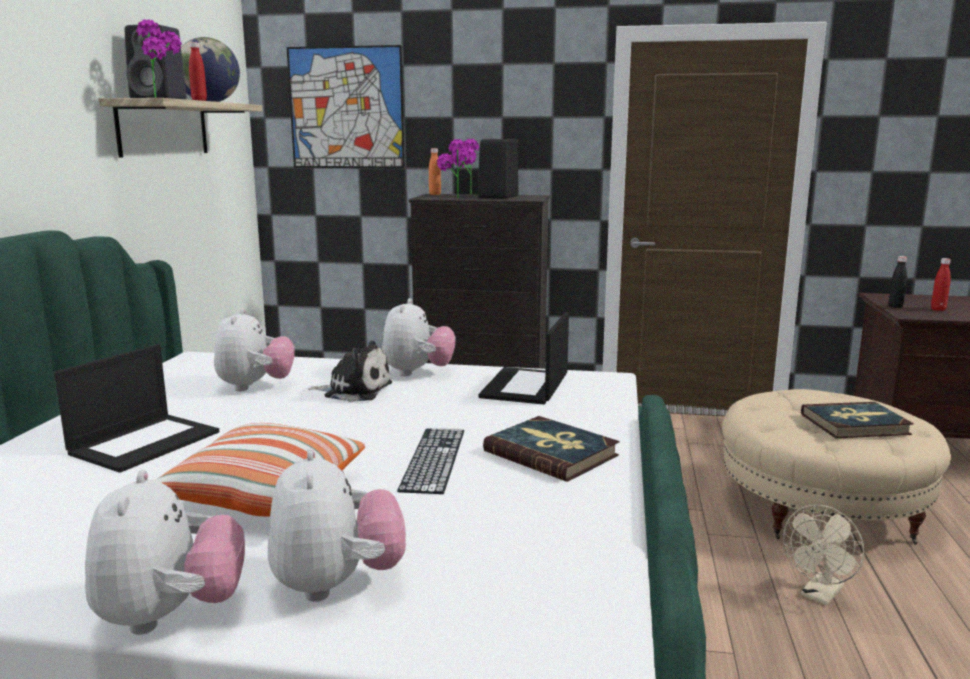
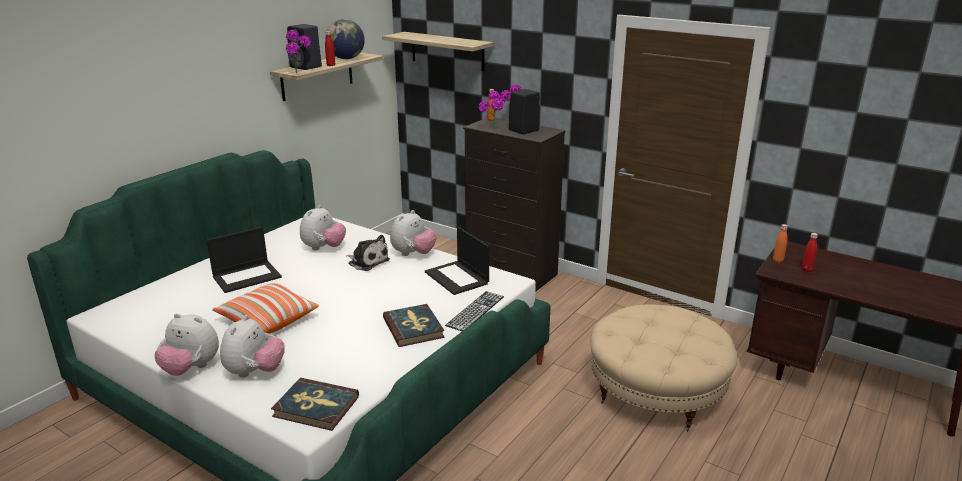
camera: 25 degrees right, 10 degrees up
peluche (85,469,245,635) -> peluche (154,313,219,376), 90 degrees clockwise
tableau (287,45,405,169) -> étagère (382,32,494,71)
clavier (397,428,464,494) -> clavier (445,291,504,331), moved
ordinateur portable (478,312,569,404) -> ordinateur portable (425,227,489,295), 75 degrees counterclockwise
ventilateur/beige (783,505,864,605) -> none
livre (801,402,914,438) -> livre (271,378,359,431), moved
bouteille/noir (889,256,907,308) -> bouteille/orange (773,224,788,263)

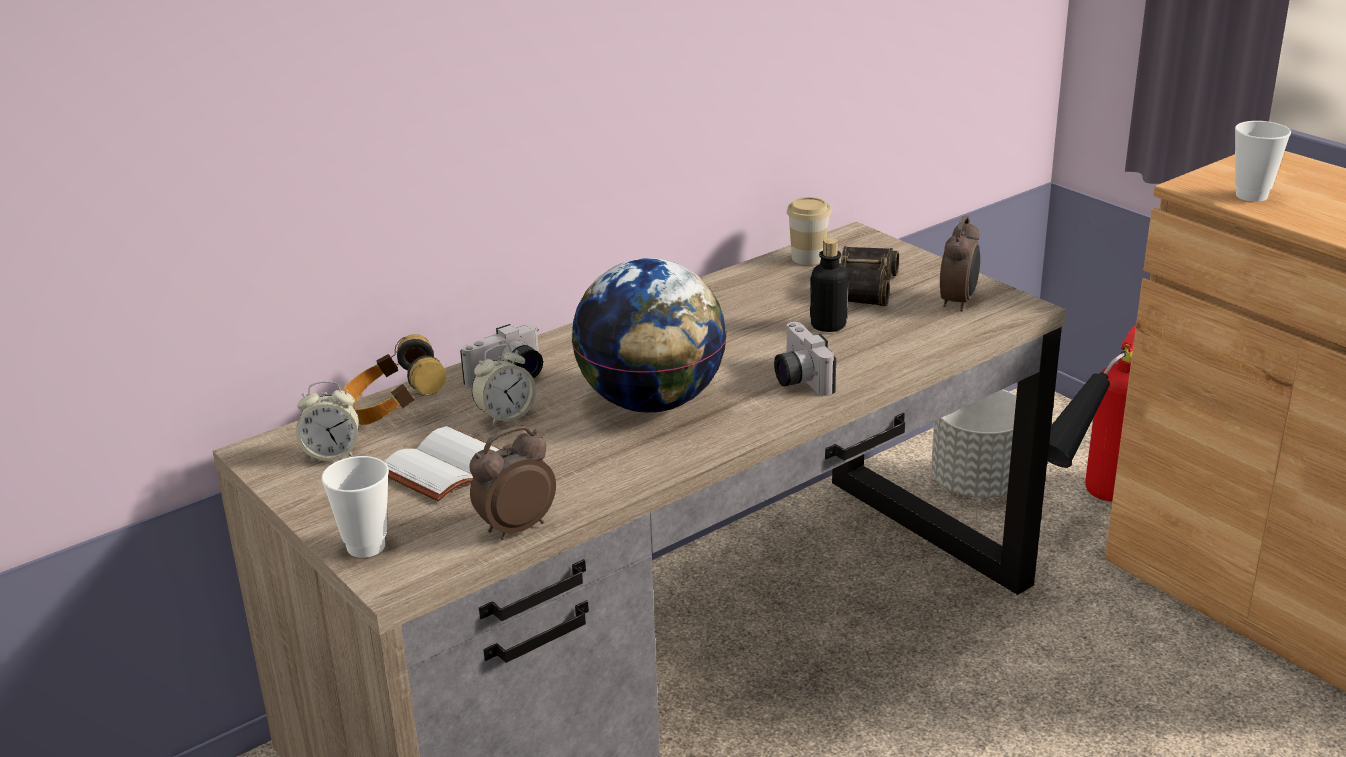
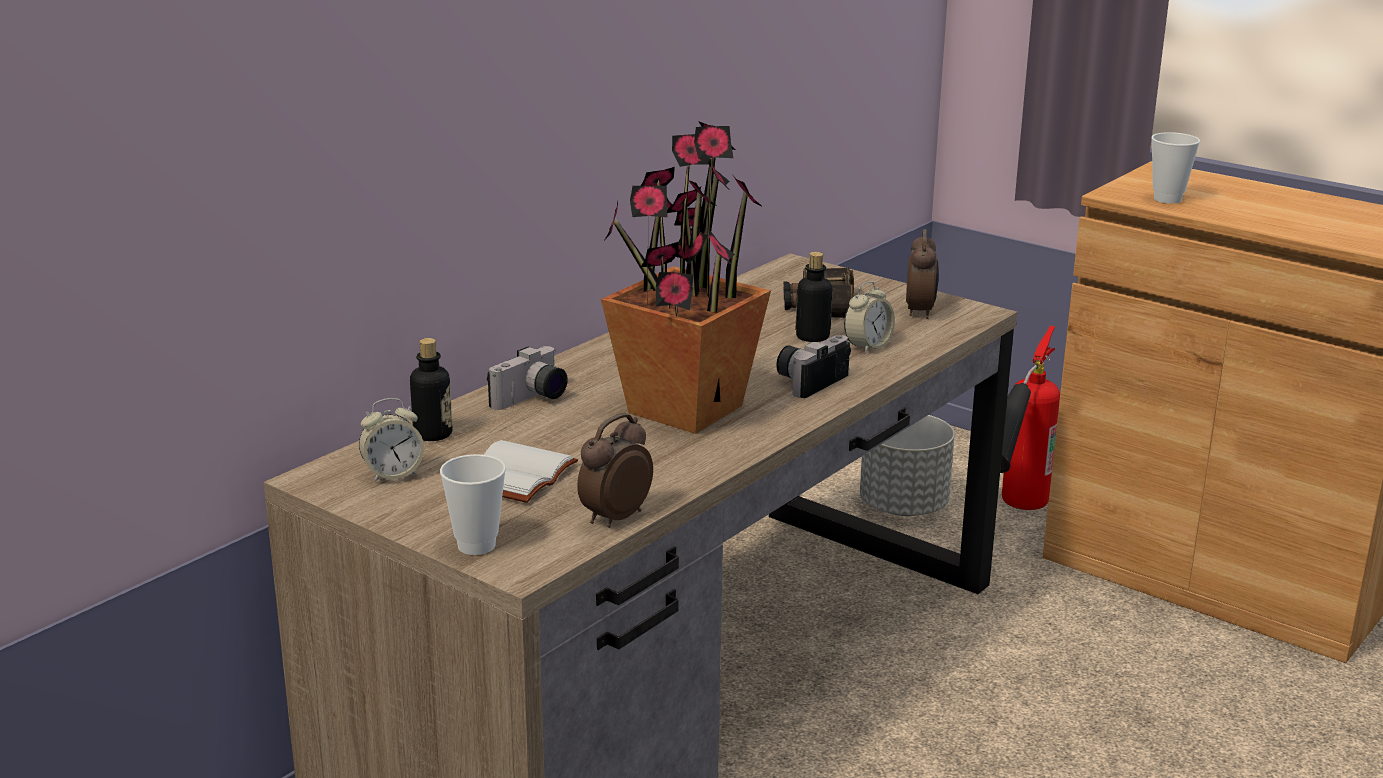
camera: 15 degrees left, 5 degrees down
casque audio (342,334,446,425) -> bouteille (410,338,452,441)
réveil (471,344,536,426) -> réveil (844,281,895,354), moved
globe (571,258,727,413) -> plante en pot (601,121,771,434)
appareil photo (774,322,836,396) -> appareil photo (776,335,851,398), 75 degrees clockwise
tasse (787,197,831,265) -> none

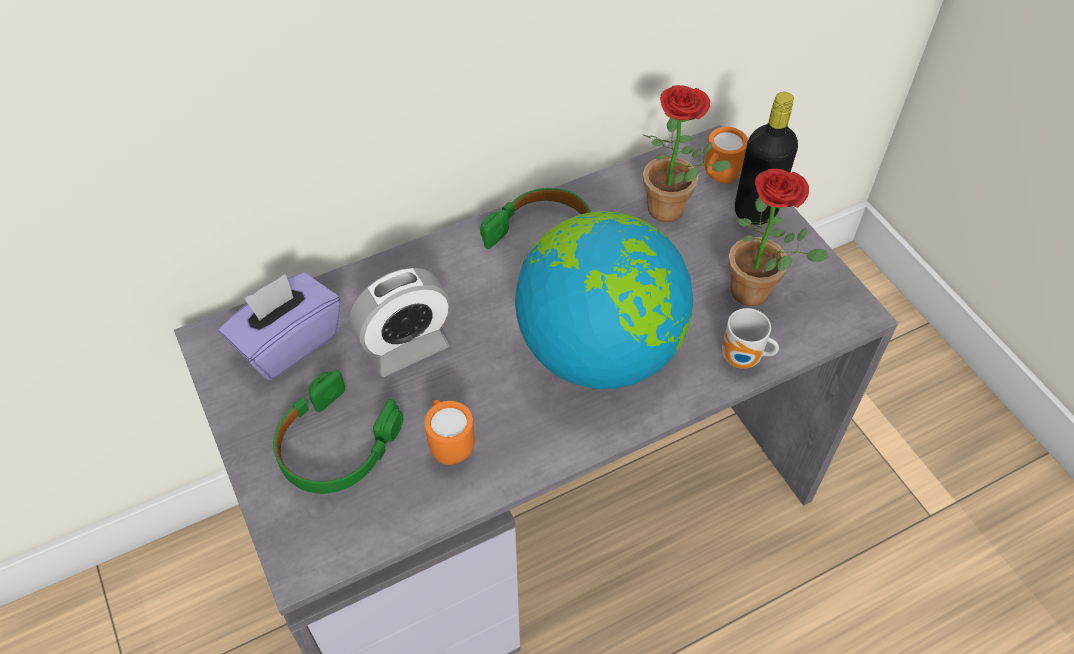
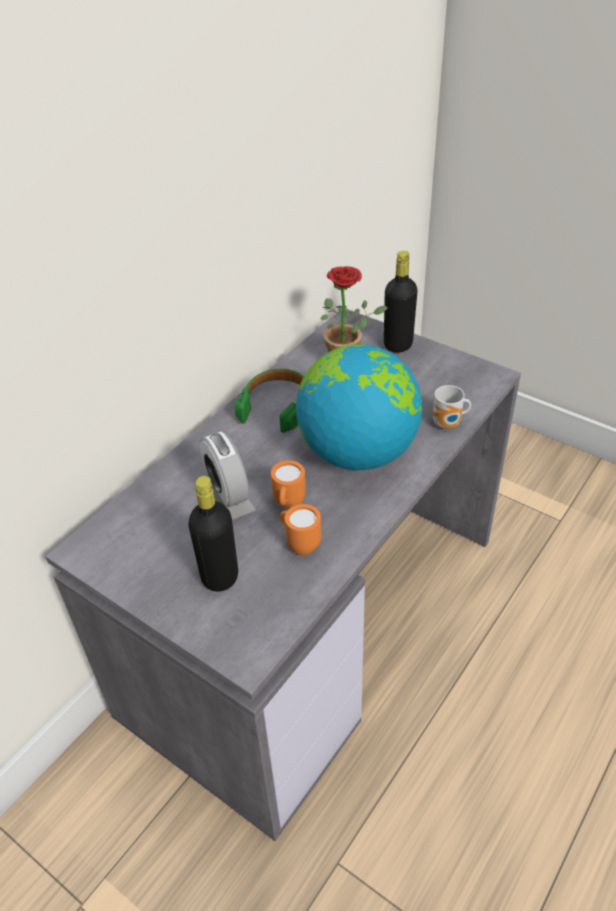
camera: 25 degrees left, 10 degrees down
boîte à mouchoirs/violet (218,272,341,380) -> none
casque audio/vert (273,370,403,494) -> bouteille/noir (188,476,238,592)
réveil (350,268,450,377) -> réveil (200,431,256,520), 120 degrees clockwise
mug/orange (705,127,748,184) -> mug/orange (271,460,306,508), moved
plante en pot (728,169,829,306) -> none

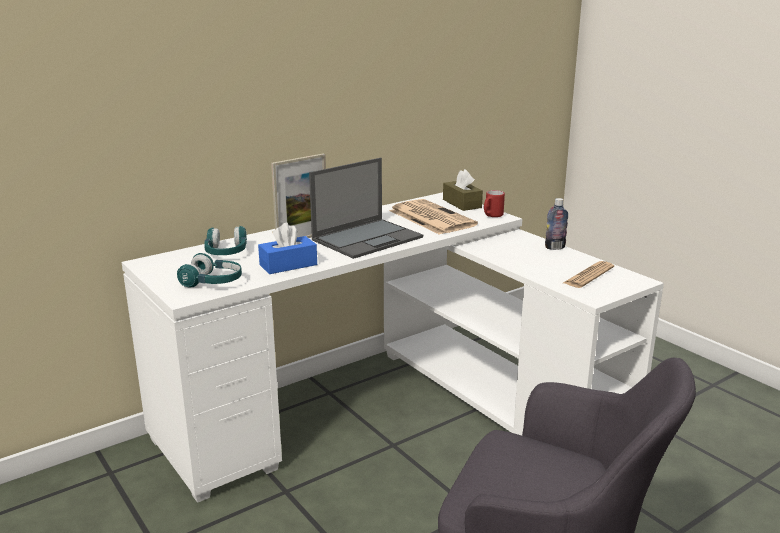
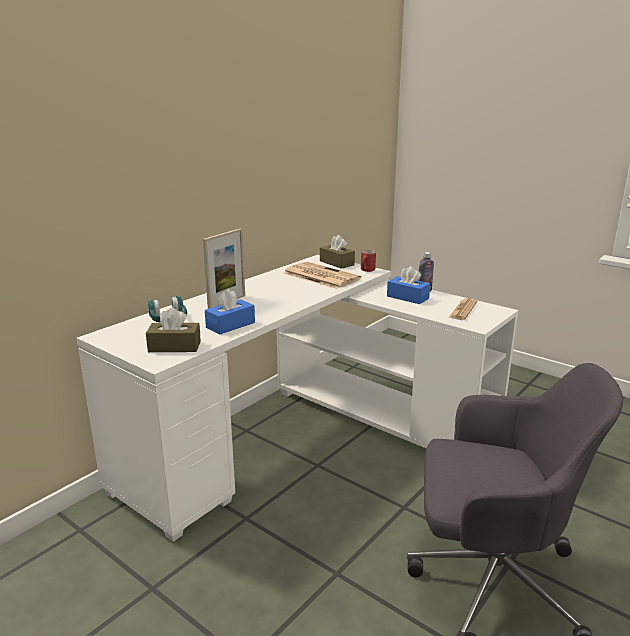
camera: 15 degrees left, 0 degrees up
casque audio/turquoise (177,253,242,287) -> boîte à mouchoirs/marron (146,308,201,352)
ordinateur portable (309,158,423,259) -> none
none -> boîte à mouchoirs/bleu (387,266,430,304)

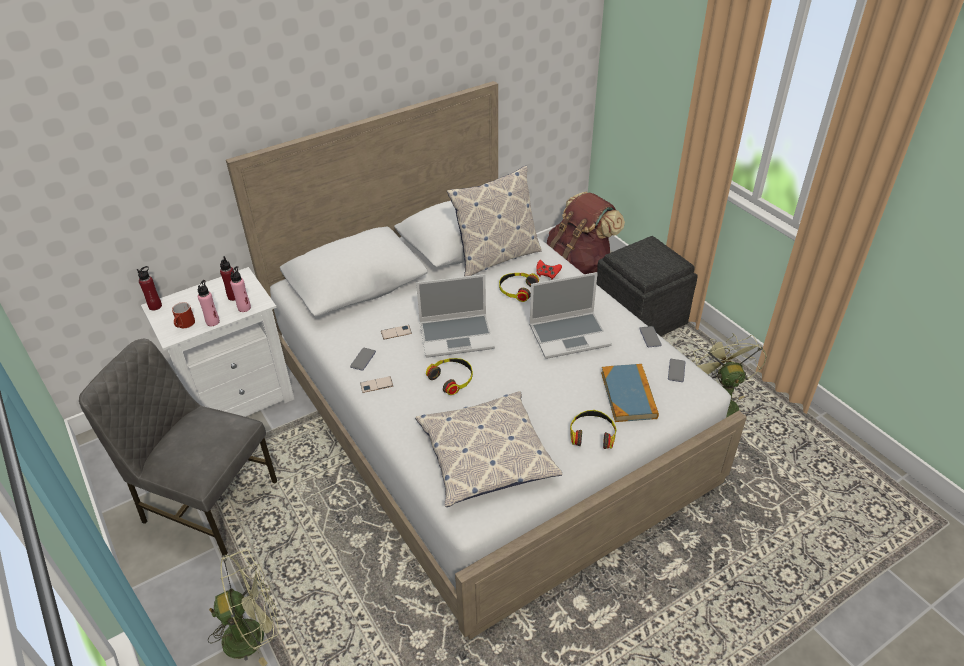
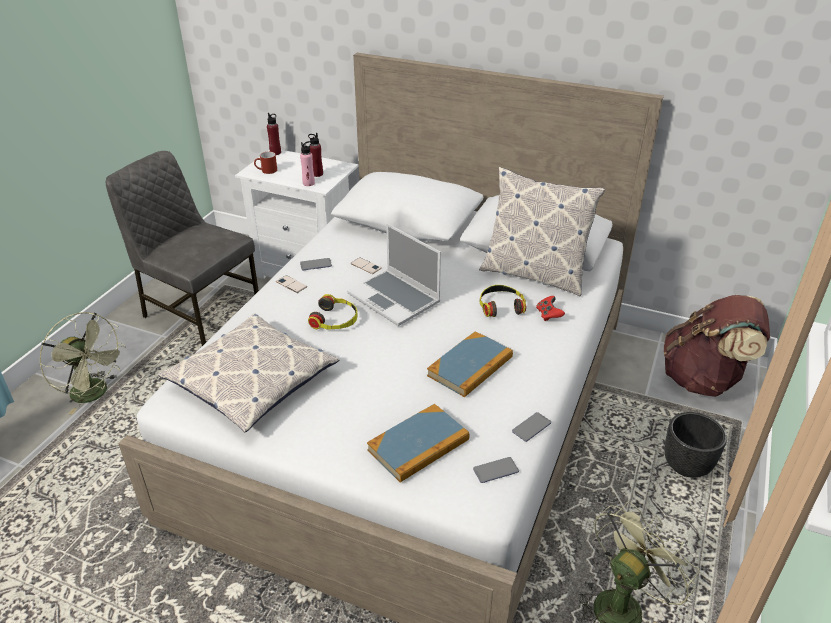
camera: 55 degrees right, 5 degrees down
chaise/gris (79,339,277,557) -> chaise/gris (106,151,259,346), 45 degrees counterclockwise
bouteille/rose (198,280,220,326) -> none
ordinateur portable (529,272,612,359) -> livre (427,331,513,397)
casque audio (570,410,616,449) -> none
pouf/gris (597,236,698,336) -> cache-pot/noir (664,412,727,477)

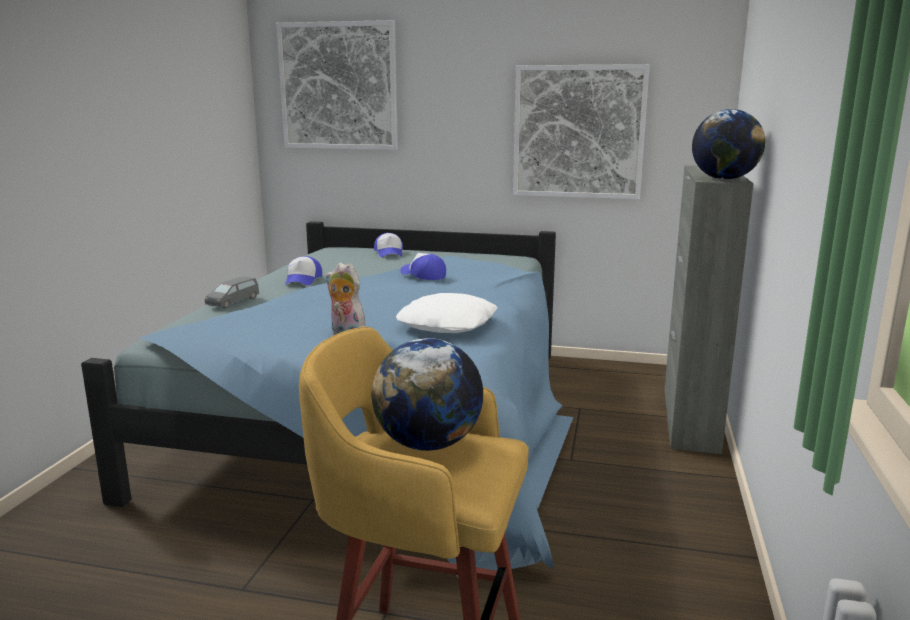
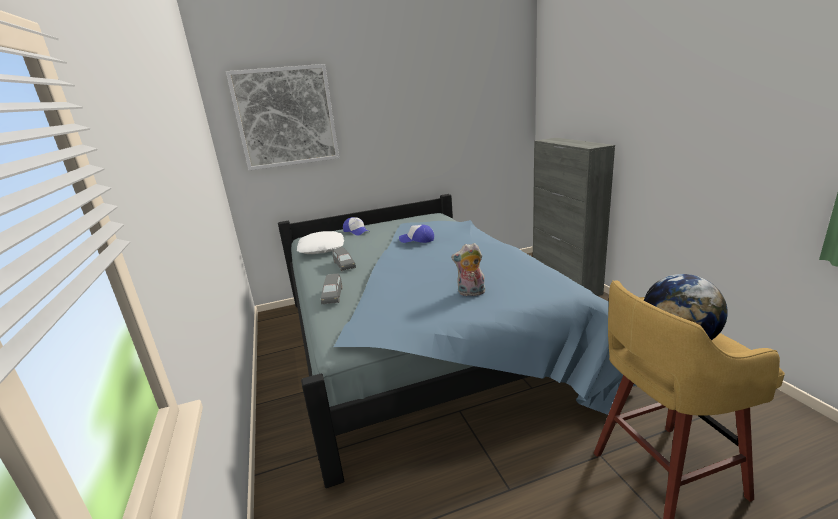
camera: 30 degrees left, 5 degrees up
casquette (285,256,322,285) -> petite voiture/gris (333,247,356,271)
coussin/blanc (396,293,498,333) -> coussin/blanc (297,231,344,254), moved
tableau (513,64,650,199) -> none
globe (692,109,765,180) -> none

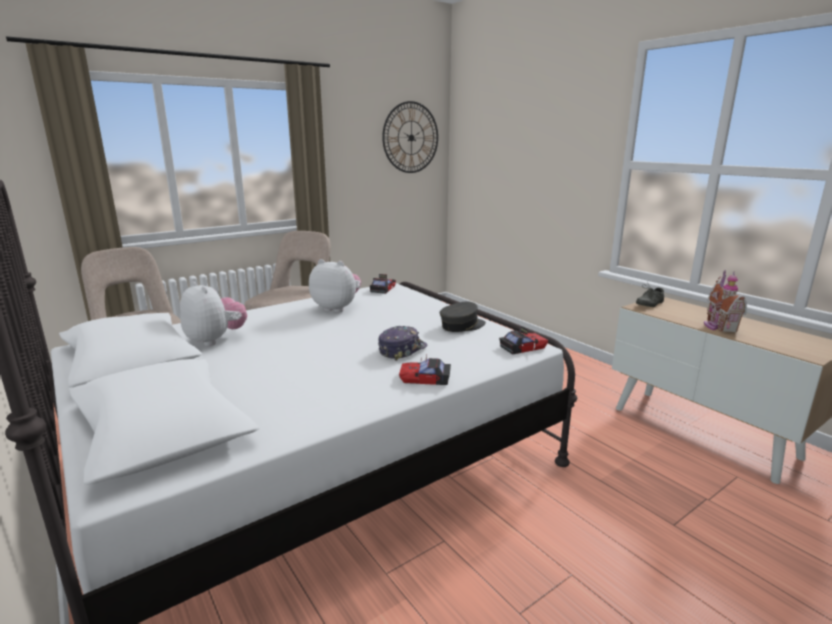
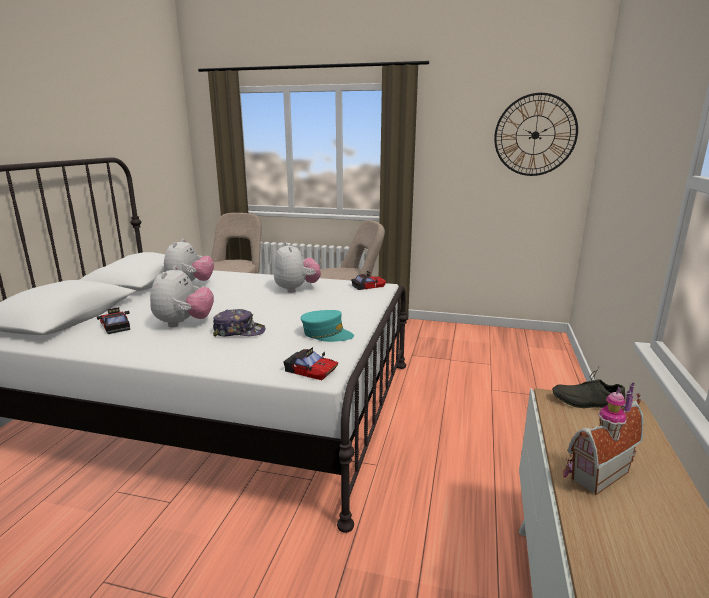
camera: 50 degrees right, 0 degrees up
petite voiture (399,355,451,385) -> petite voiture (97,307,130,334), moved
casquette/gris (440,302,486,332) -> casquette/turquoise (301,310,354,342)
none -> peluche (150,266,214,327)

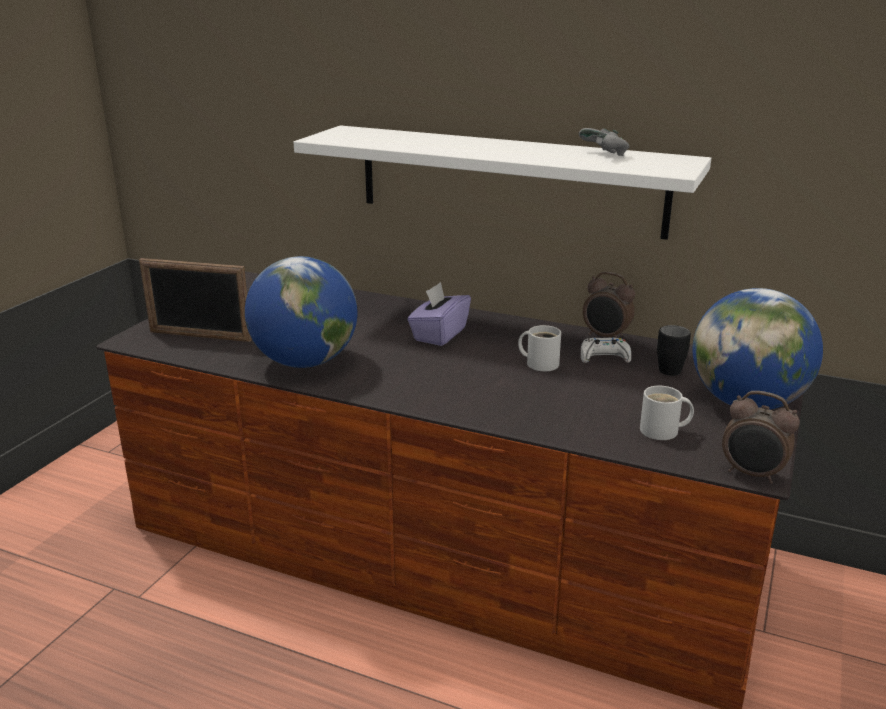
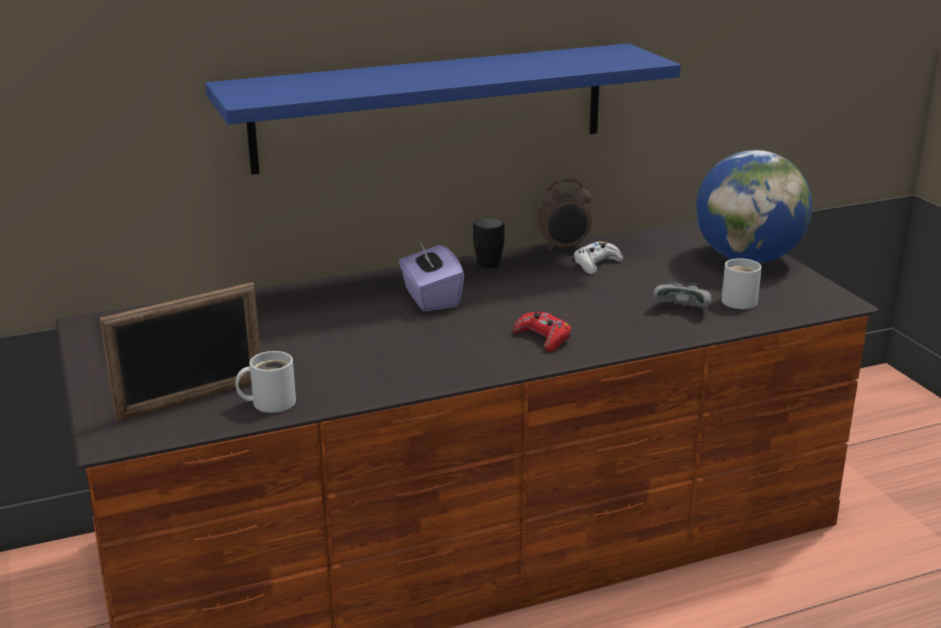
camera: 45 degrees left, 0 degrees up
globe (245,256,357,368) -> none
étagère/blanc (294,125,711,240) -> étagère/bleu (205,43,681,175)
mug/blanc (518,325,561,371) -> mug/blanc (236,351,296,413), moved
manette/gris (579,128,629,156) -> manette/gris (653,281,711,307), moved
mug/noir (657,325,691,376) -> mug/noir (473,218,505,268), moved
réveil (722,391,800,484) -> none
none -> manette/rouge (513,311,571,352)

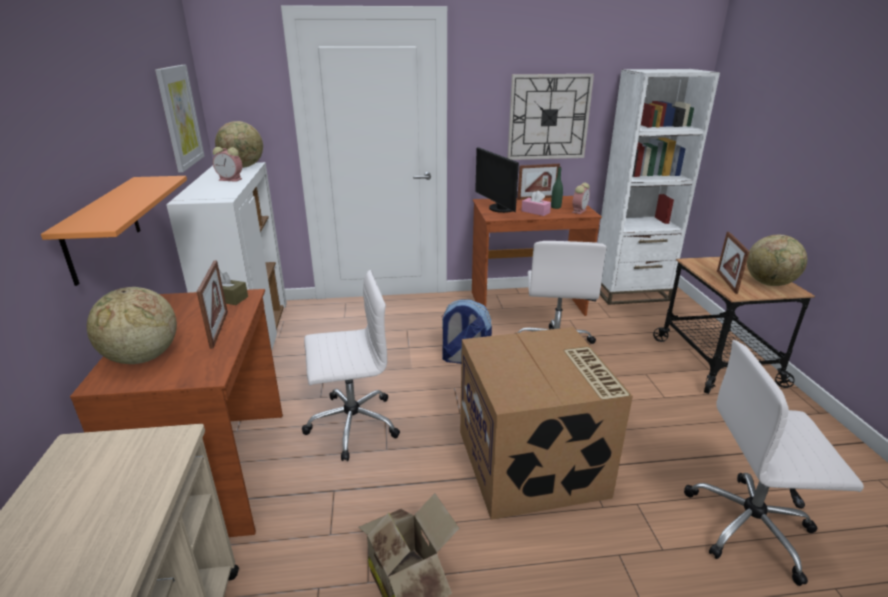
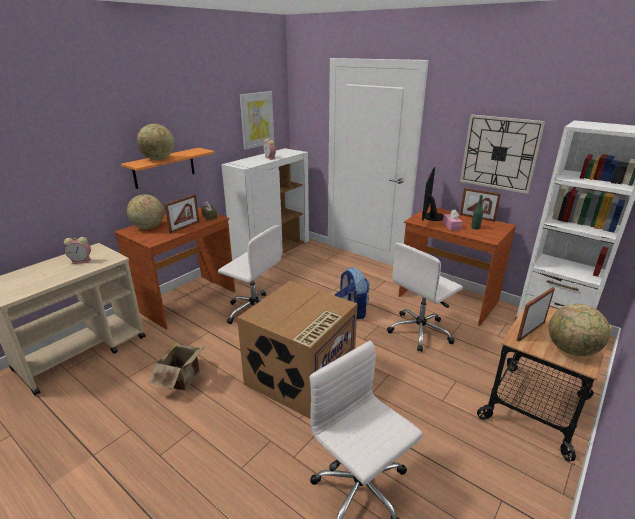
camera: 45 degrees right, 0 degrees up
globe (215,121,263,168) -> globe (137,124,174,160), moved
réveil (572,183,590,214) -> réveil (64,237,91,264), moved

